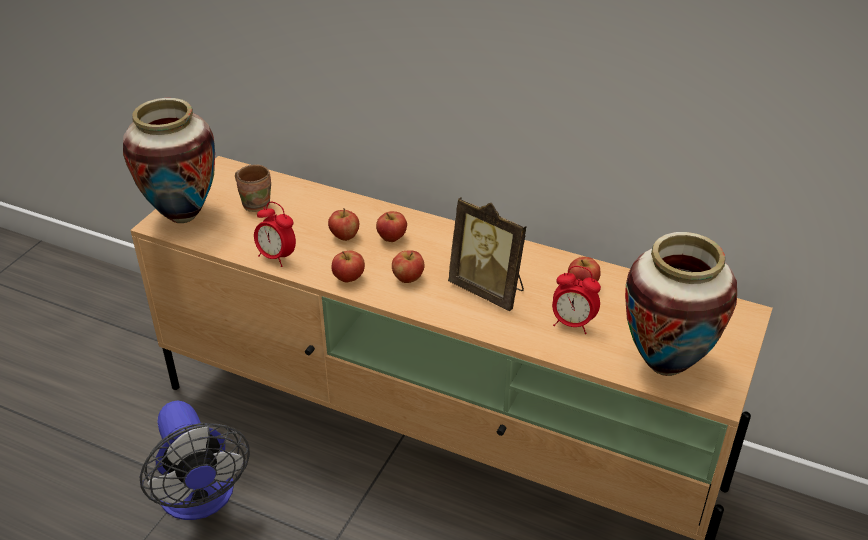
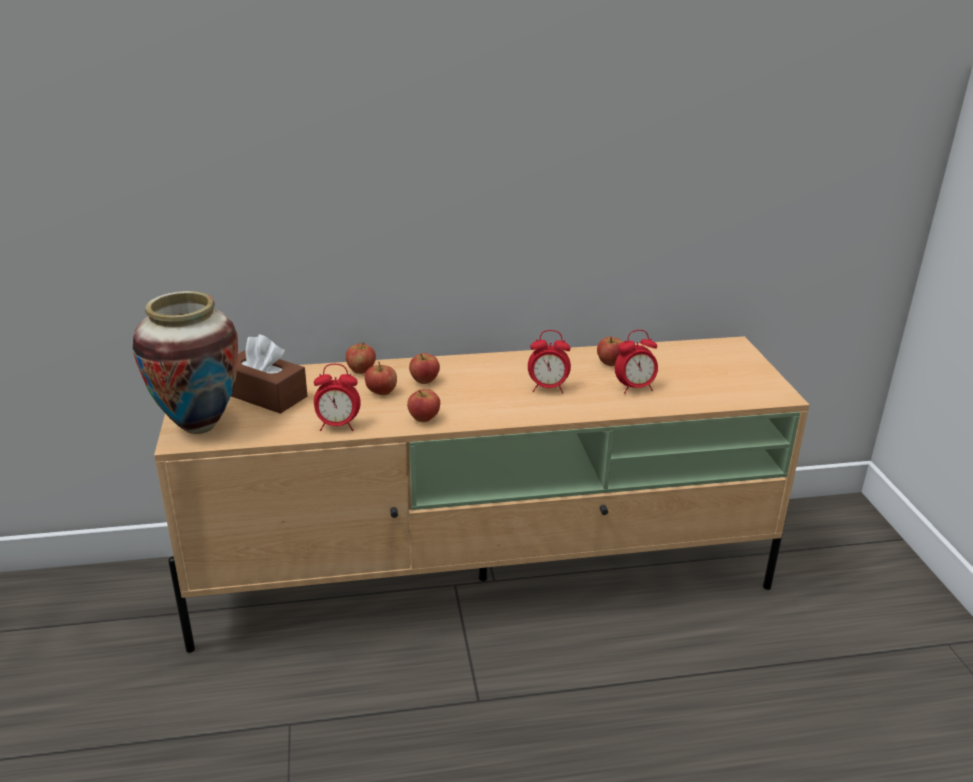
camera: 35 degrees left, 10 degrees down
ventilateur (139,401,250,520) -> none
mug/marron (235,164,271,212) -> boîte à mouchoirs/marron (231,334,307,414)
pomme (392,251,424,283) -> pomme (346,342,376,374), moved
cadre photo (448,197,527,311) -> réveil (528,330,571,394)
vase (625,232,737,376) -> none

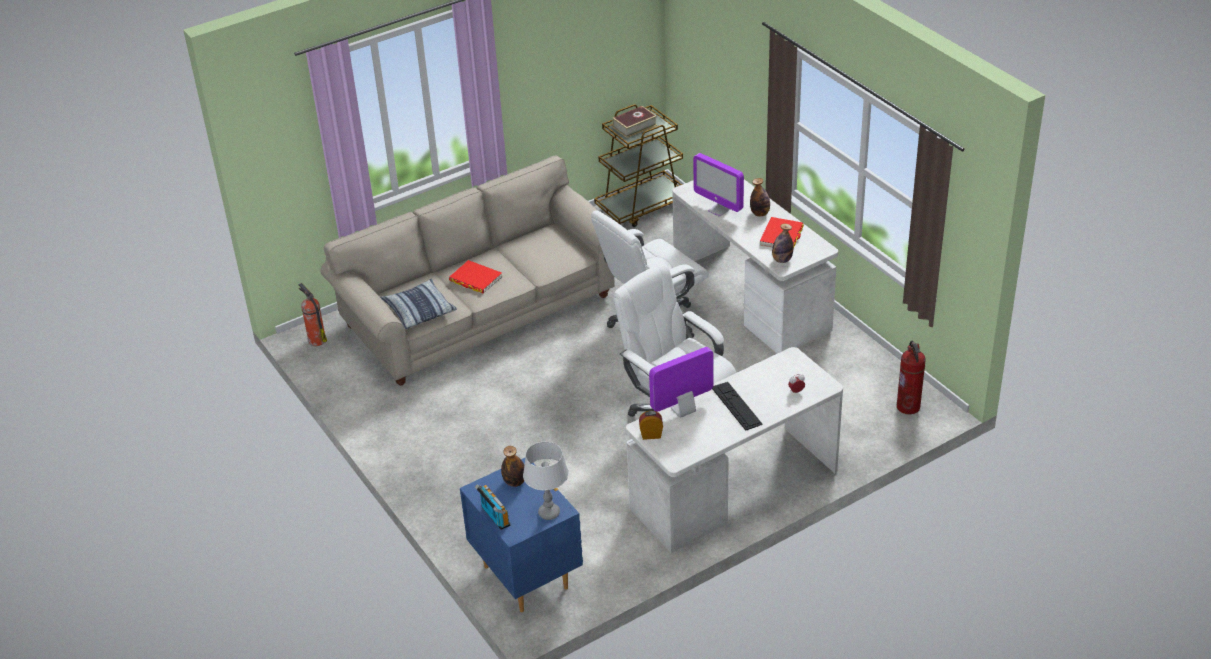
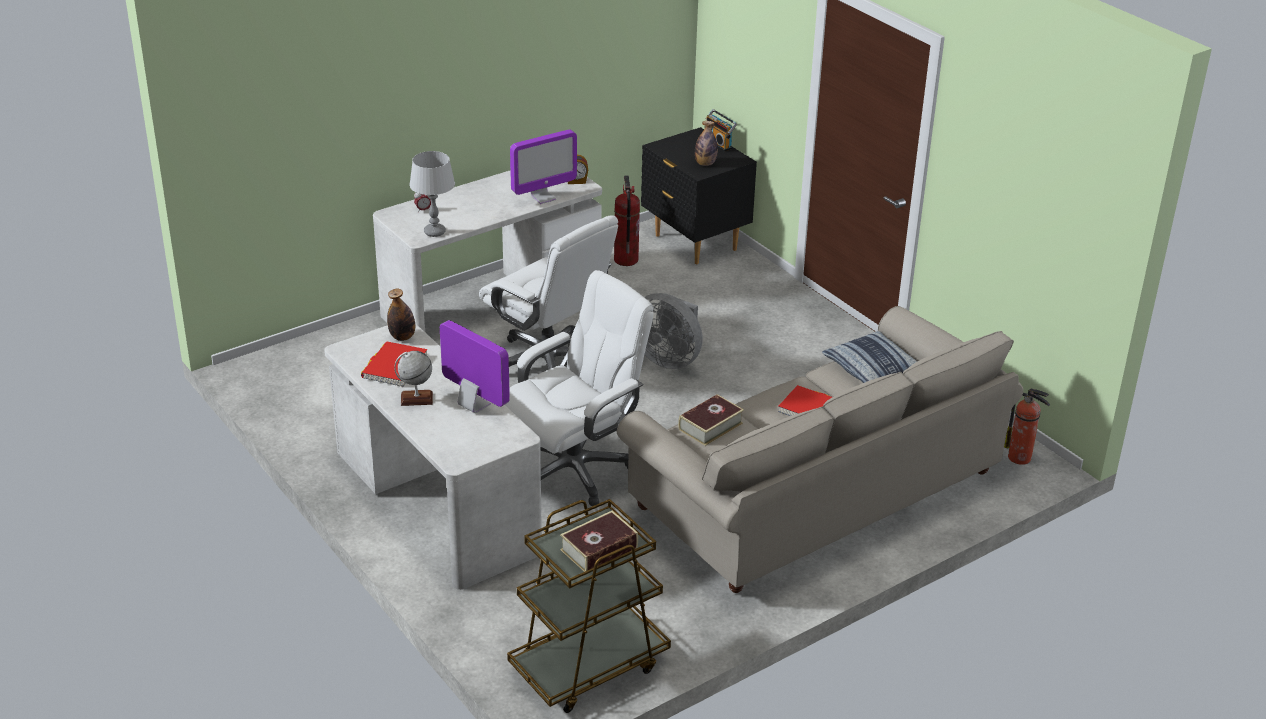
camera: 175 degrees right, 5 degrees down
table de chevet/bleu (460,458,583,612) -> table de chevet/noir (641,127,757,264)
lampe de table/gris (523,442,569,520) -> lampe de table/gris (409,151,455,237), moved
clavier (712,382,763,431) -> none
bouteille (750,178,770,216) -> globe (394,351,433,406)
extincteur (897,341,926,414) -> extincteur (614,176,640,266), moved
none -> ventilateur/gris (644,293,703,369)
none -> livre (678,394,744,446)

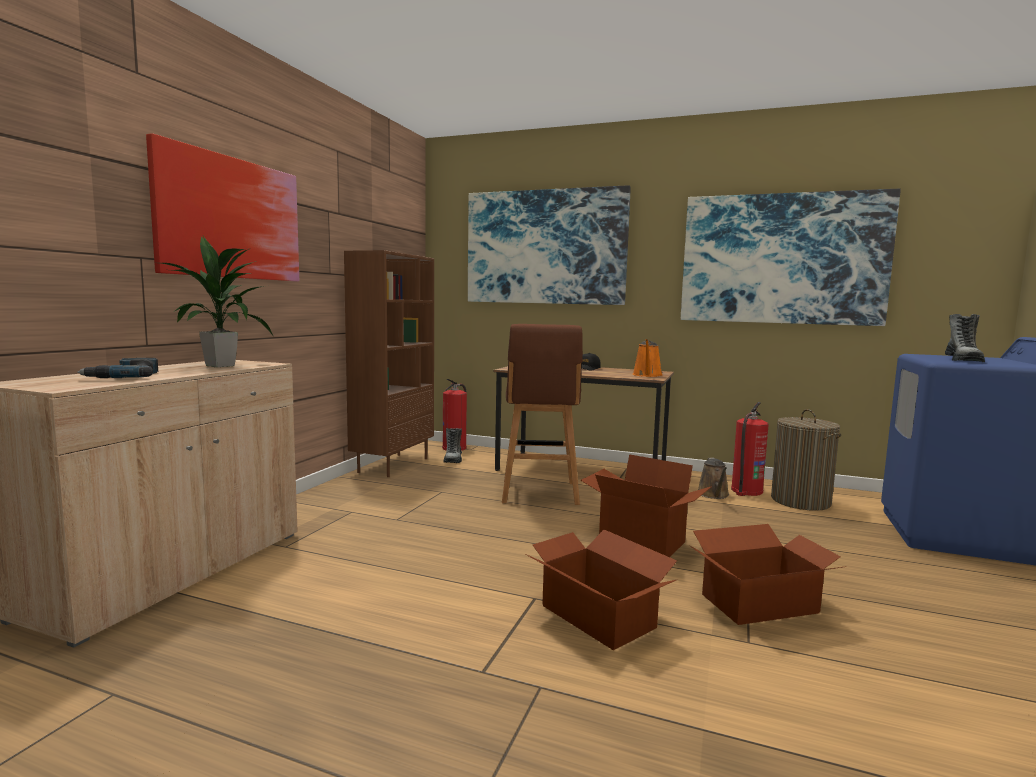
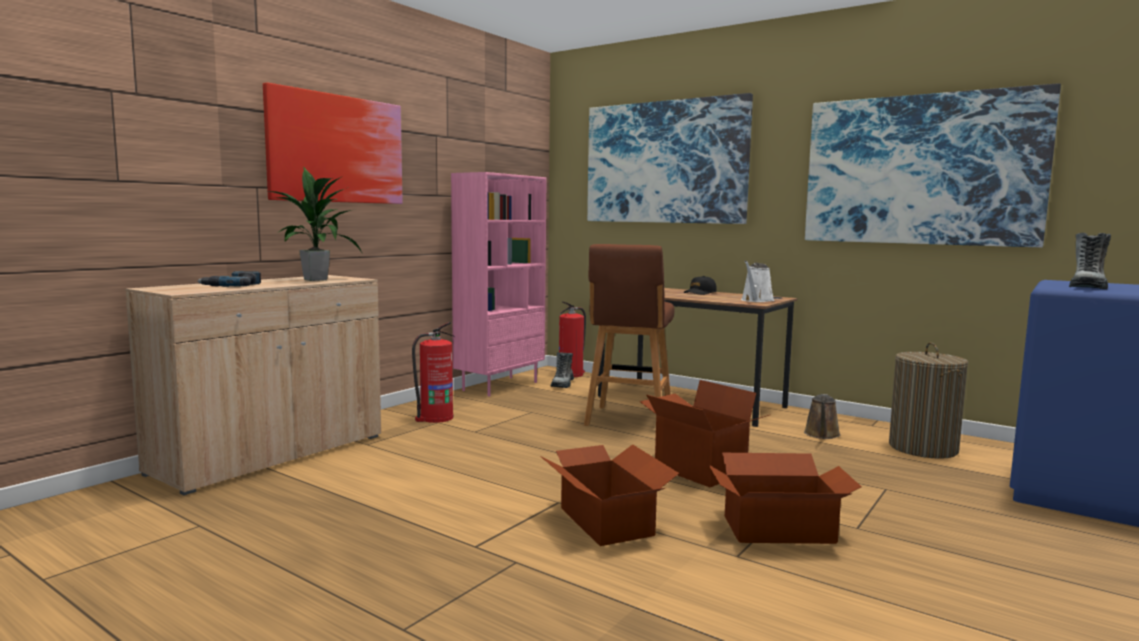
camera: 15 degrees right, 0 degrees up
bibliothèque/marron (344,250,434,477) -> bibliothèque/rose (451,172,547,396)
arrosoir/orange (633,339,662,377) -> arrosoir/blanc (741,261,775,302)
extincteur (731,402,769,496) -> extincteur (412,322,455,423), moved

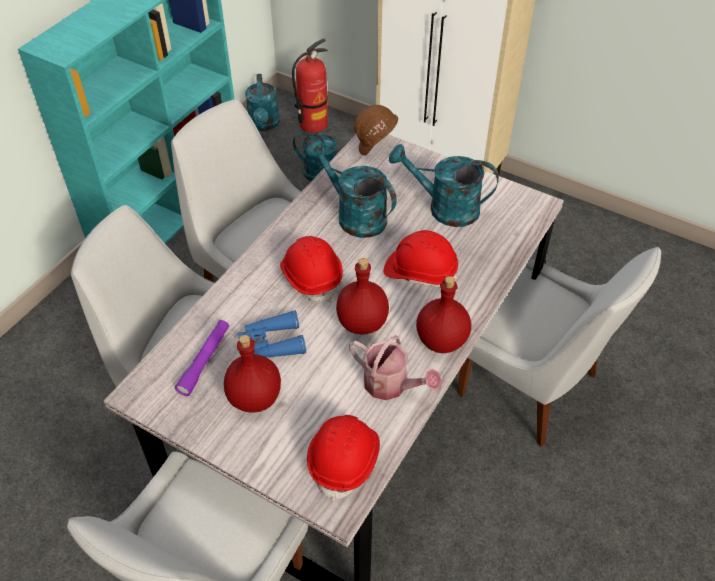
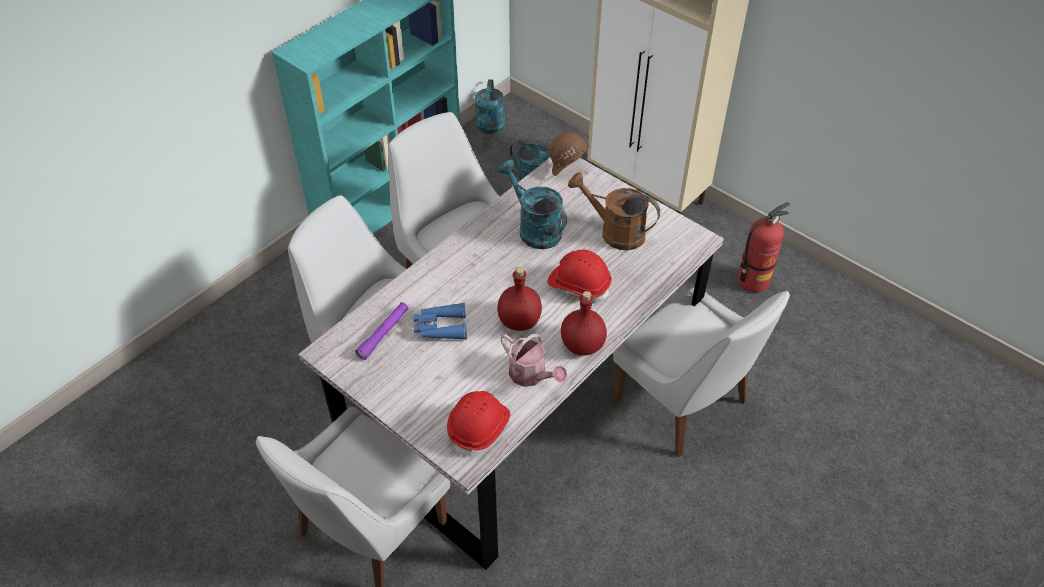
camera: 10 degrees right, 0 degrees up
bouteille/rouge (224,335,281,413) -> none
casque de chantier/rouge (280,236,343,303) -> none
extincteur (292,39,328,133) -> extincteur (738,202,790,292), moved
arrosoir/turquoise (389,144,499,227) -> arrosoir/marron (568,172,660,250)

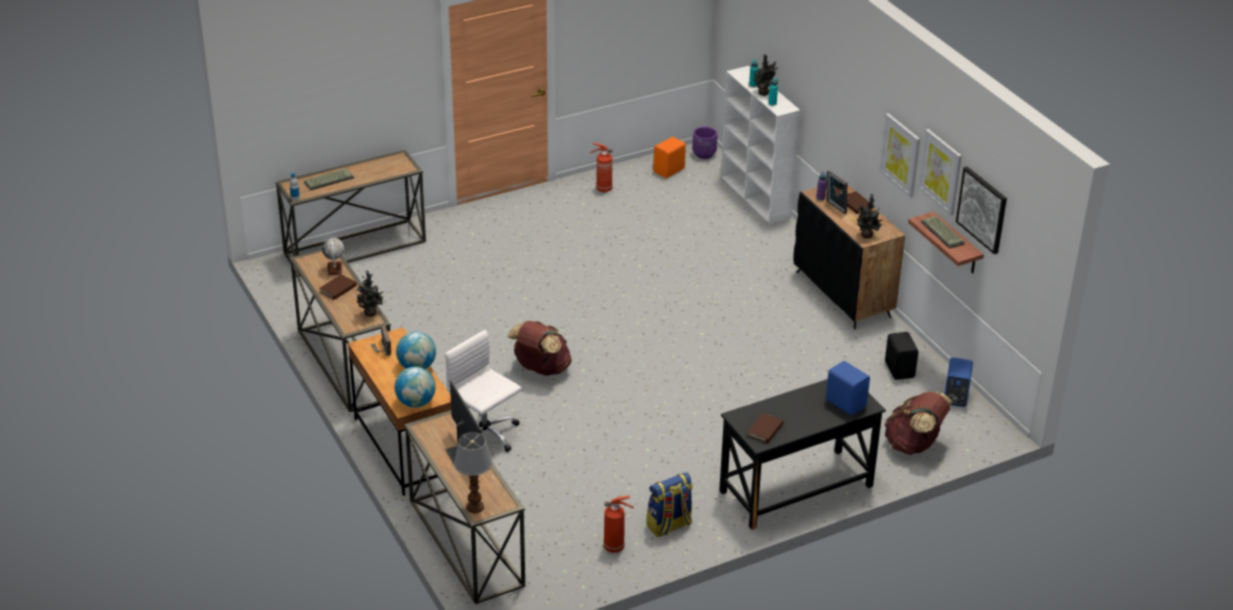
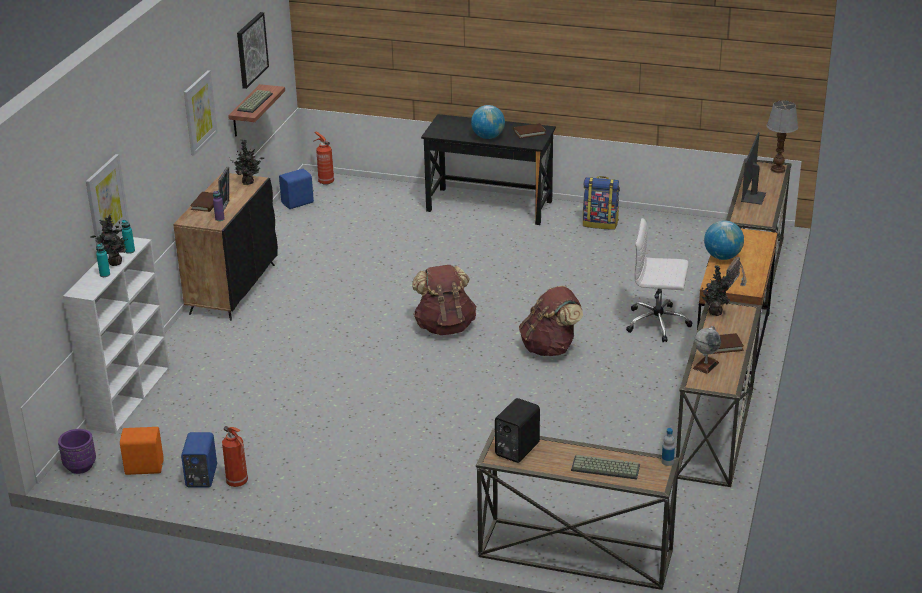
camera: 135 degrees left, 5 degrees down
globe (395,367,436,407) -> globe (471,105,505,139), moved
chaise de bureau/blanc (445,330,522,452) -> chaise de bureau/blanc (626,218,692,342), 105 degrees clockwise
extincteur (603,495,634,553) -> extincteur (314,131,334,185), moved
enceinte/bleu (826,361,870,416) -> enceinte/bleu (181,432,217,488), moved
enceinte/noir (885,332,919,380) -> enceinte/noir (495,398,540,463), moved
sac à dos/marron (885,392,953,455) -> sac à dos/marron (412,265,476,335), moved
tableau (918,129,962,216) -> tableau (86,154,129,245), moved

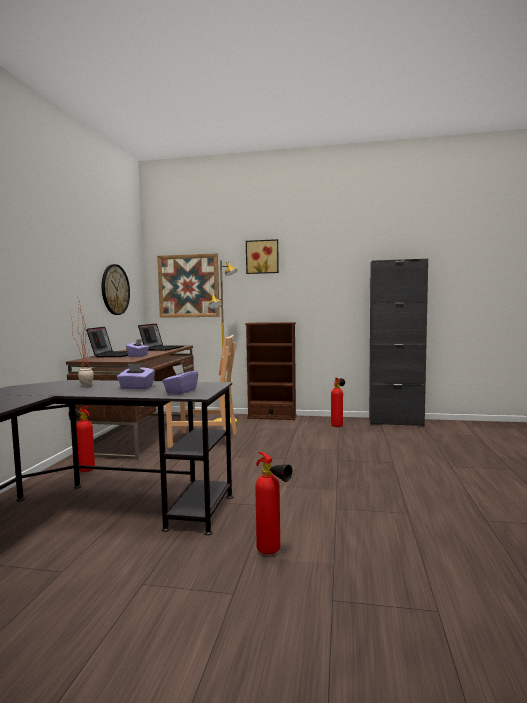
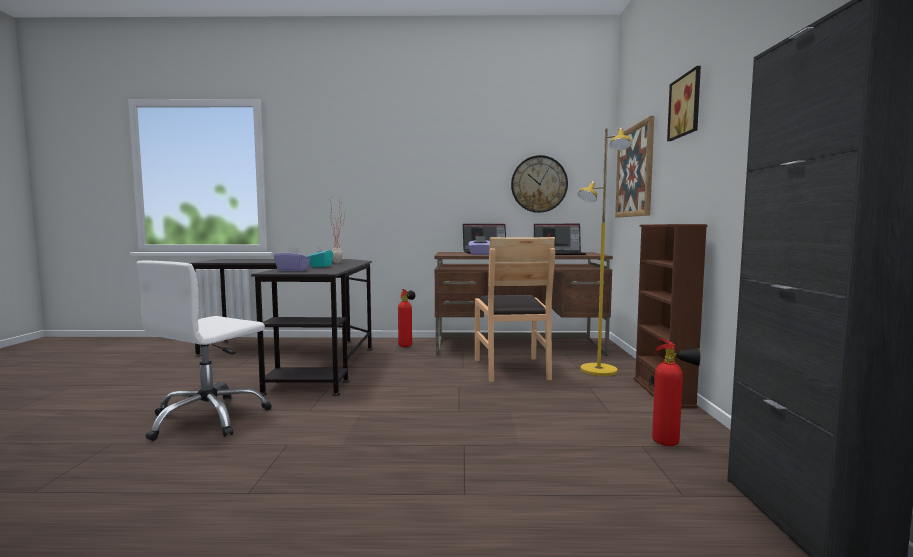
camera: 80 degrees right, 0 degrees up
boîte à mouchoirs/violet (117,363,155,389) -> boîte à mouchoirs/turquoise (308,245,333,267)
extincteur (255,452,292,555) -> chaise de bureau/blanc (136,261,272,441)

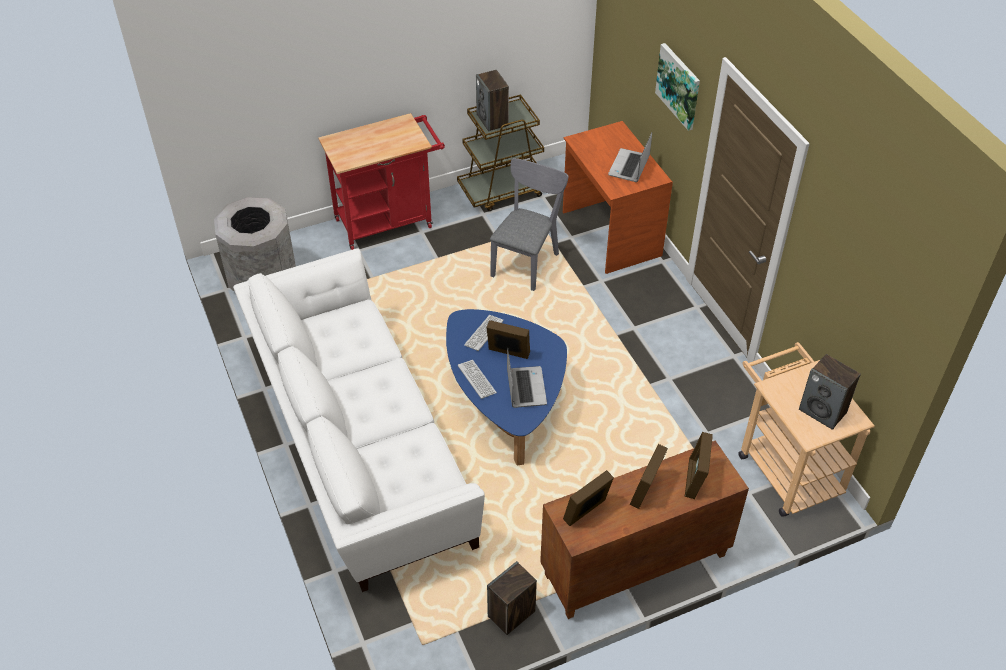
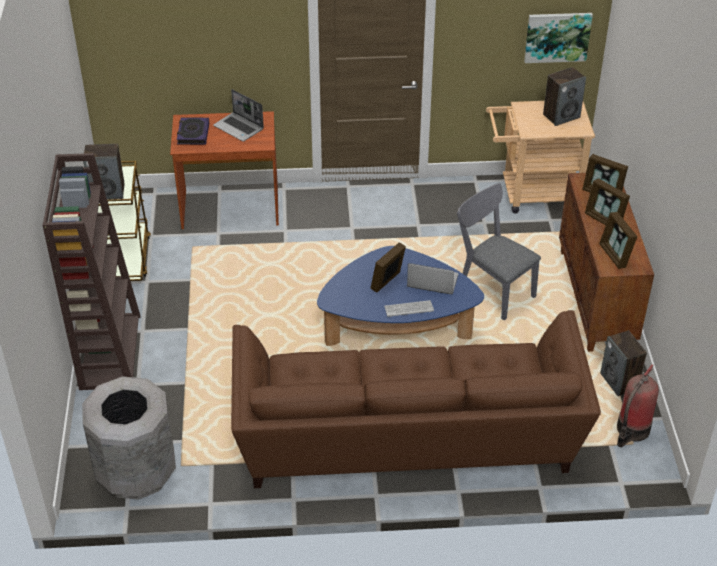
camera: 70 degrees left, 5 degrees down
canapé/blanc (233,248,485,592) -> canapé/marron (231,310,601,488)
chariot/rouge (318,113,445,250) -> bibliothèque/marron (42,153,141,390)
clavier (464,315,503,351) -> none
chaise/gris (490,158,568,291) -> chaise/gris (457,183,541,320), moved
tableau (655,43,700,131) -> tableau (524,13,593,63), moved
none -> livre (177,118,209,145)
none -> extincteur (617,364,659,447)

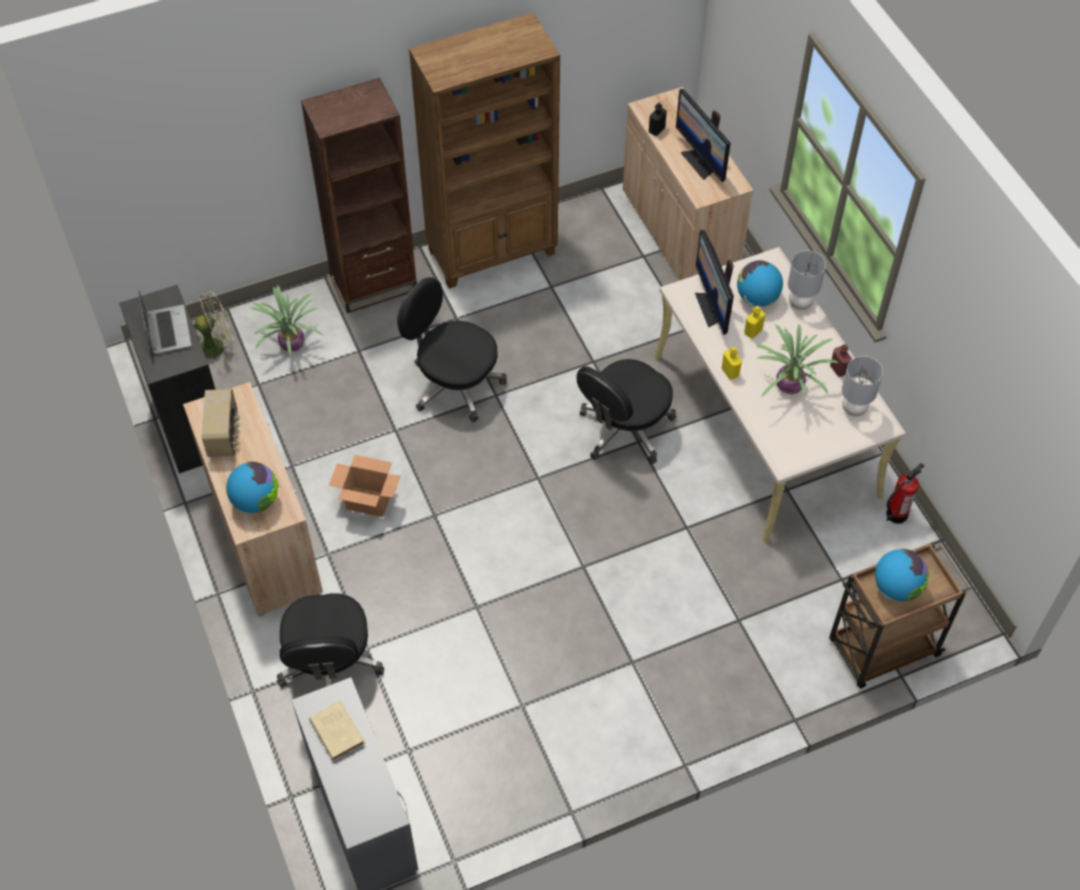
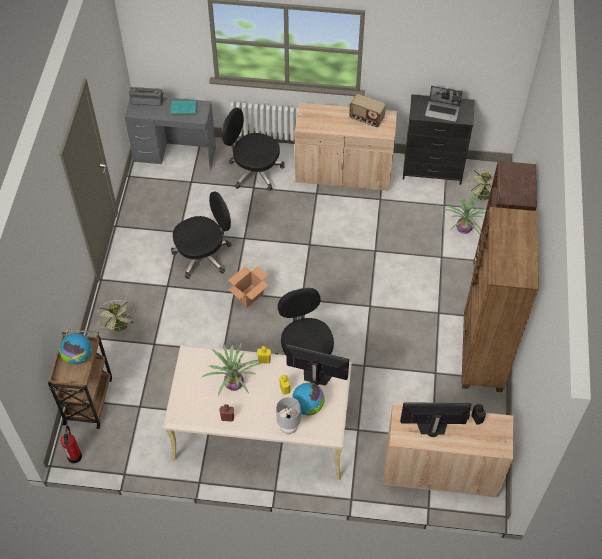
camera: 120 degrees right, 0 degrees up
globe (226,462,278,514) -> none
livre/beige (309,700,365,761) -> livre/turquoise (171,101,196,116)
carton (329,455,401,517) -> carton (229,266,269,308), moved
chaise de bureau/noir (397,277,507,422) -> chaise de bureau/noir (171,192,231,279), moved
lampe de table/gris (842,356,883,416) -> none
extincteur (886,463,924,524) -> extincteur (61,426,82,463), moved
none -> ventilateur/vert (96,300,136,333)
none -> radio (129,87,164,106)

